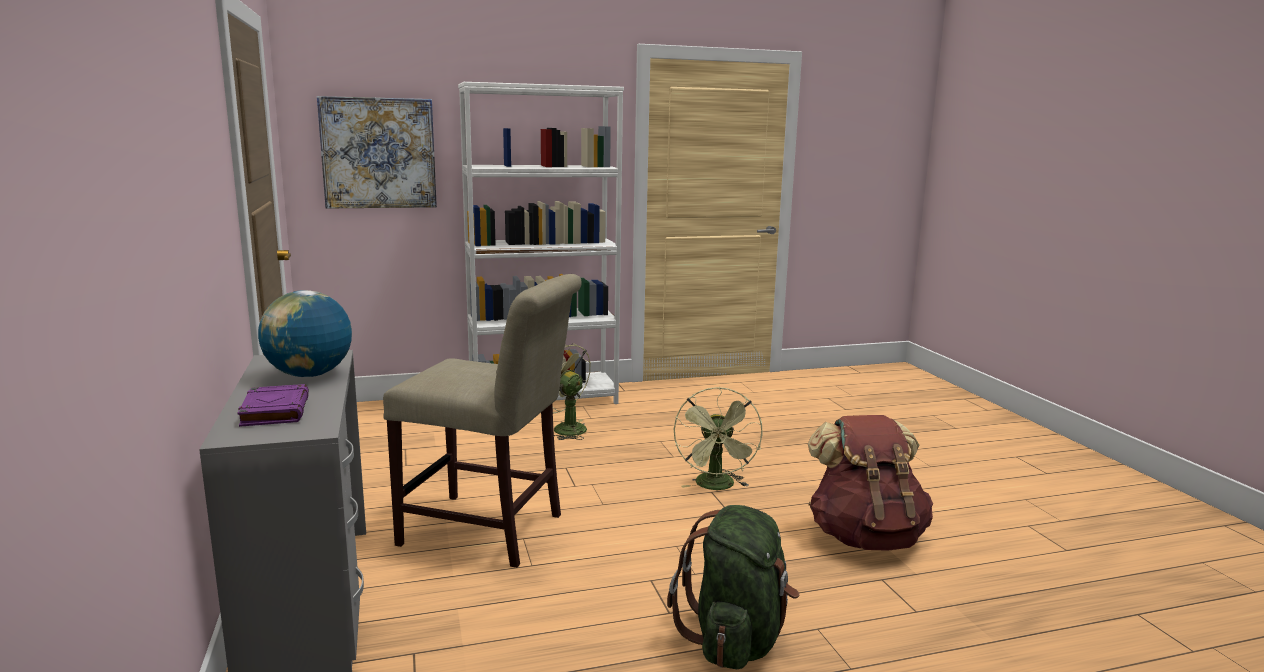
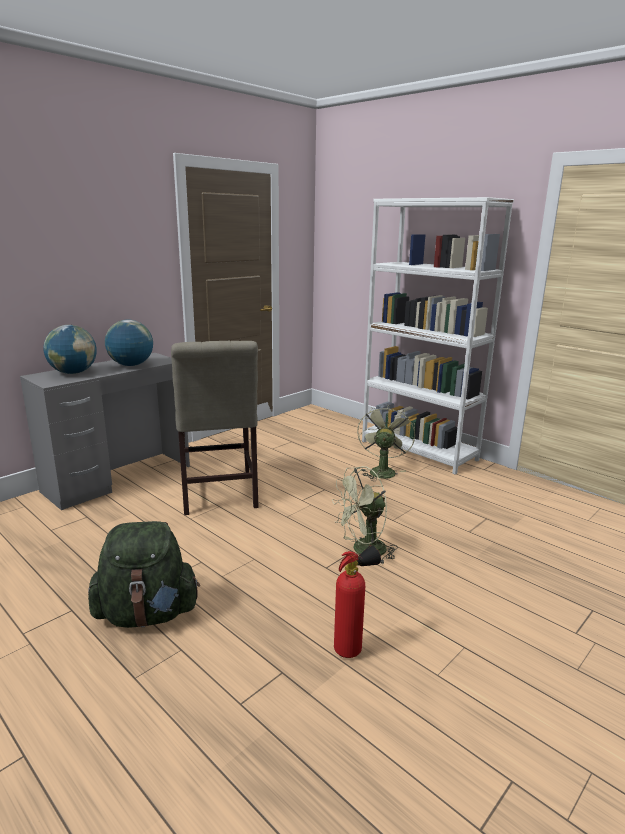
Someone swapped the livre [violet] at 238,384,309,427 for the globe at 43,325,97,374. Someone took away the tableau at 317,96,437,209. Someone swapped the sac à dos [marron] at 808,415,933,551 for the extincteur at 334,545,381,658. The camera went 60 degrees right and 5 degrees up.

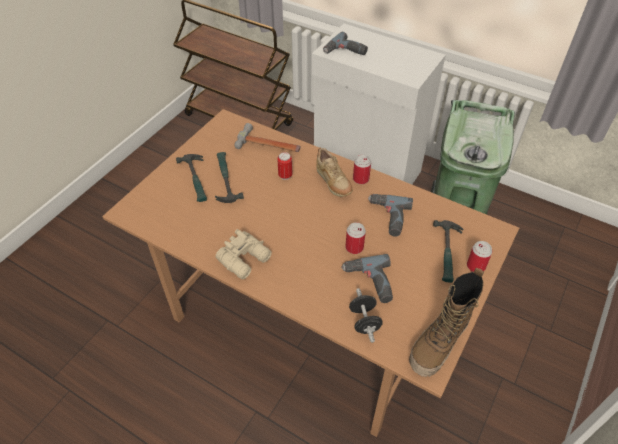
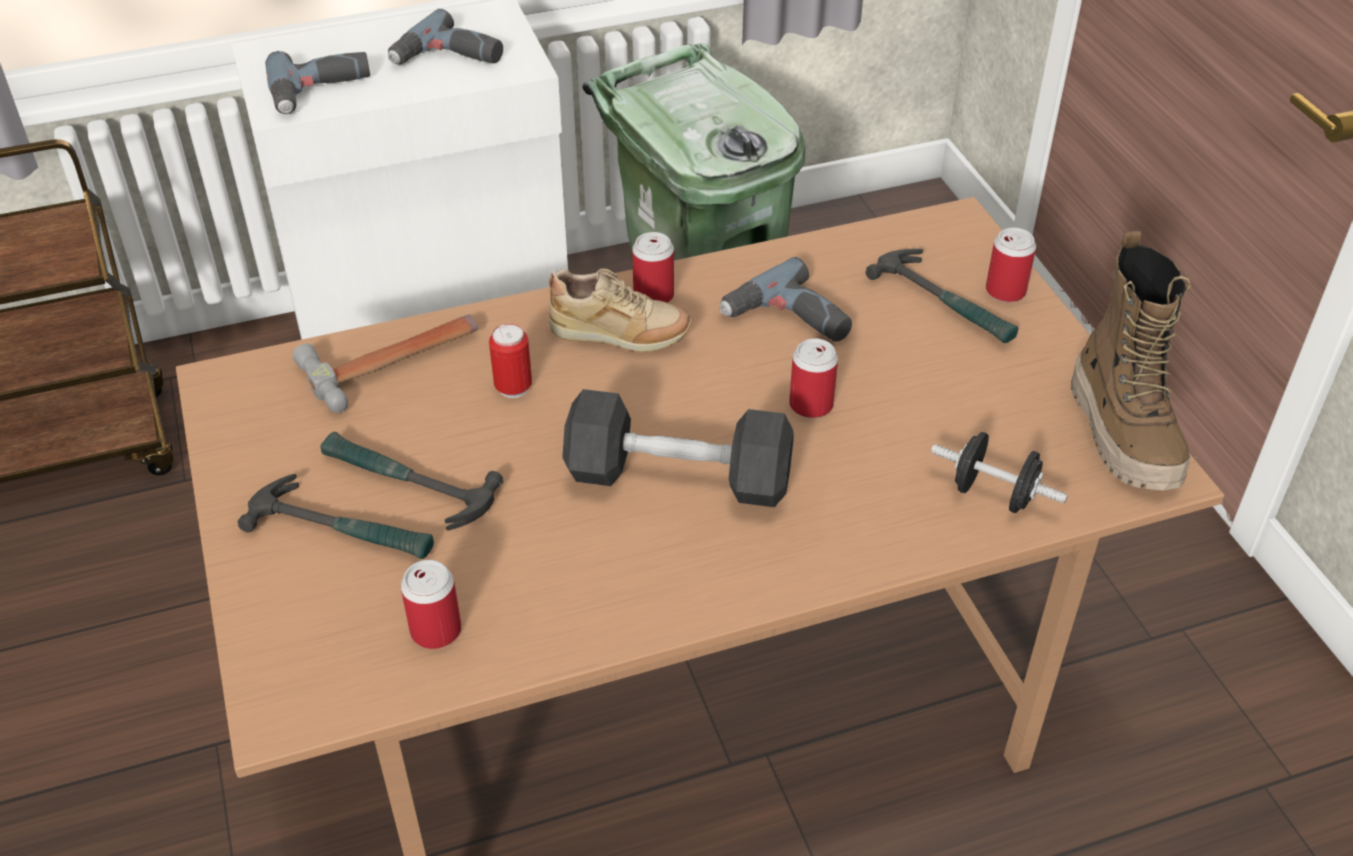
Someone took away the jumelles [beige] at 216,229,272,279. Someone carried the perceuse from 341,254,393,303 to 388,9,503,65. Someone put down the boîte métallique at 401,560,461,649. Someone put down the haltère [gris] at 562,389,794,507. The camera went 50 degrees left and 5 degrees down.

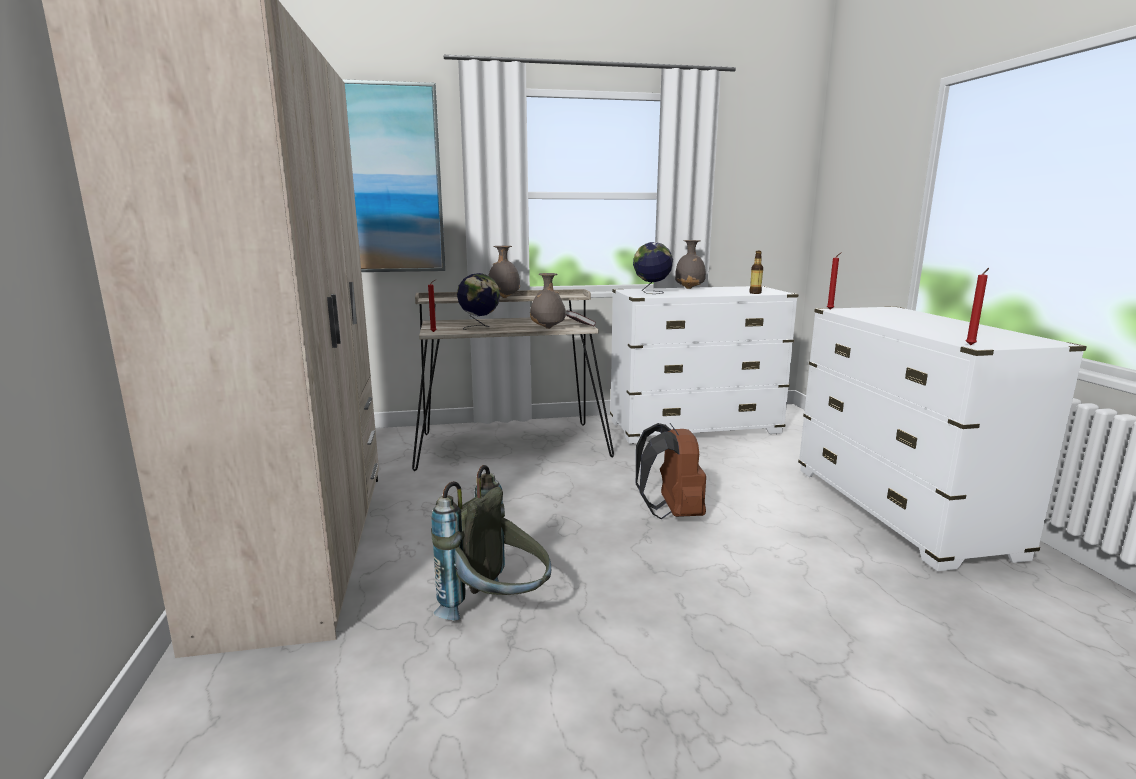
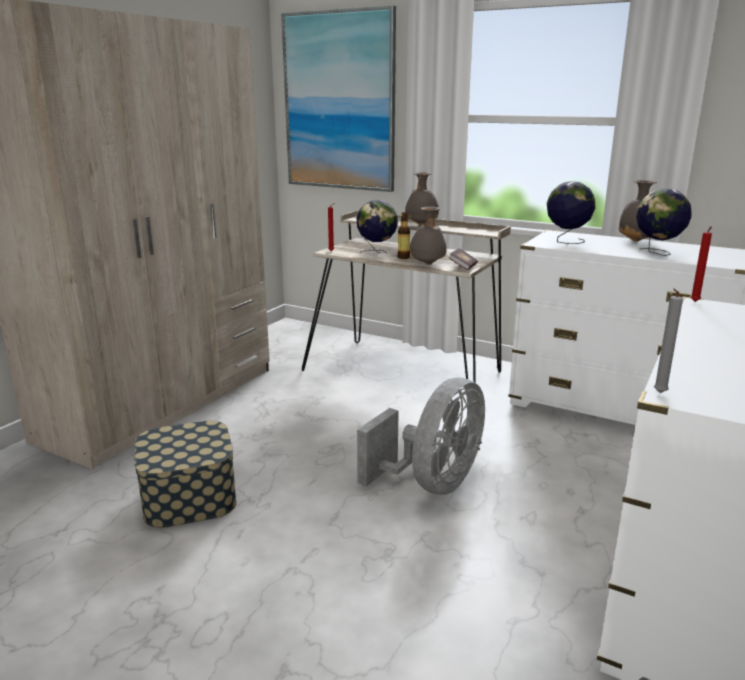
Someone swapped the sac à dos [gris] at 431,465,551,620 for the boîte de rangement at 134,421,237,528. Someone swapped the sac à dos [marron] at 636,423,706,519 for the ventilateur [gris] at 357,377,485,495. Someone carried the bouteille from 749,251,763,294 to 398,212,410,259. Someone repainted the bougie [rouge] at 966,268,989,346, which became the bougie [gris] at 654,289,683,393. Someone put down the globe at 636,189,692,256. The camera went 40 degrees right and 5 degrees up.

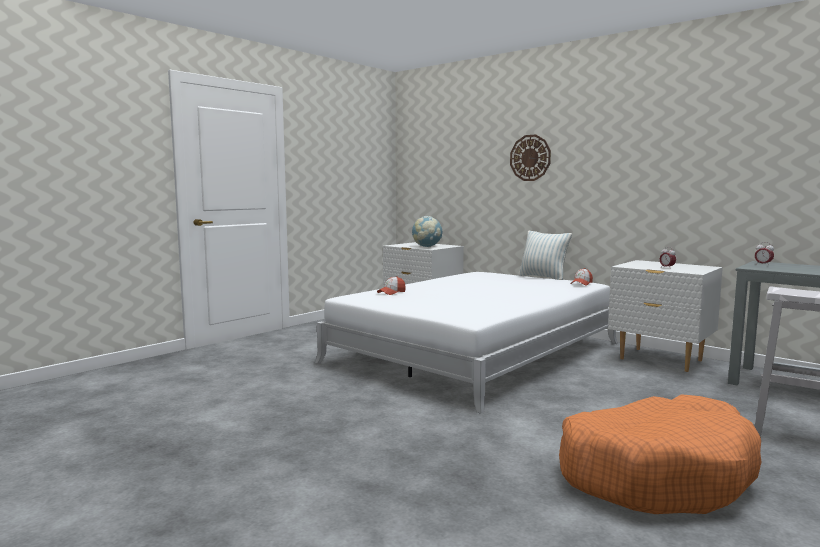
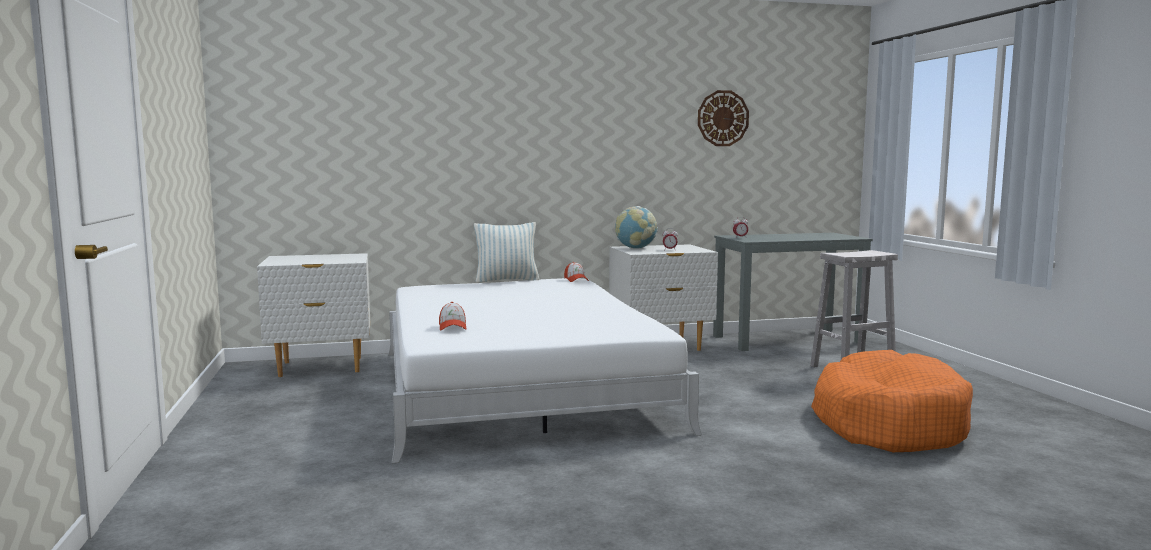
Someone carried the globe from 412,216,443,247 to 615,206,658,249. Someone carried the horloge murale from 510,135,551,181 to 698,90,749,146. The camera went 55 degrees left and 0 degrees up.

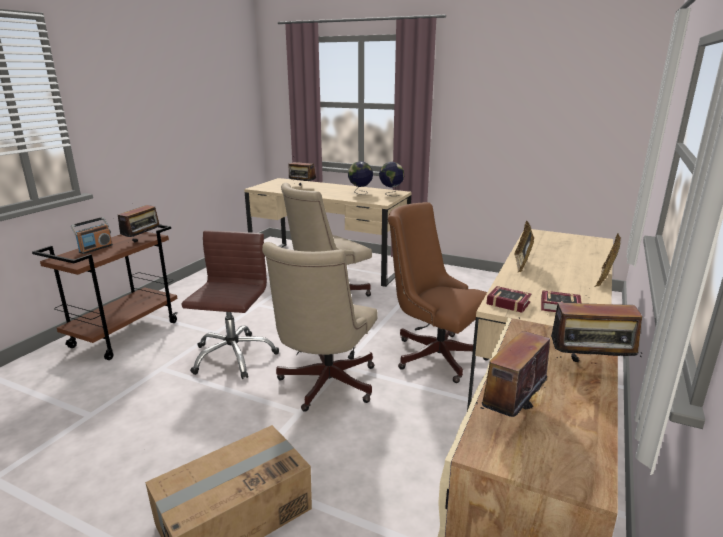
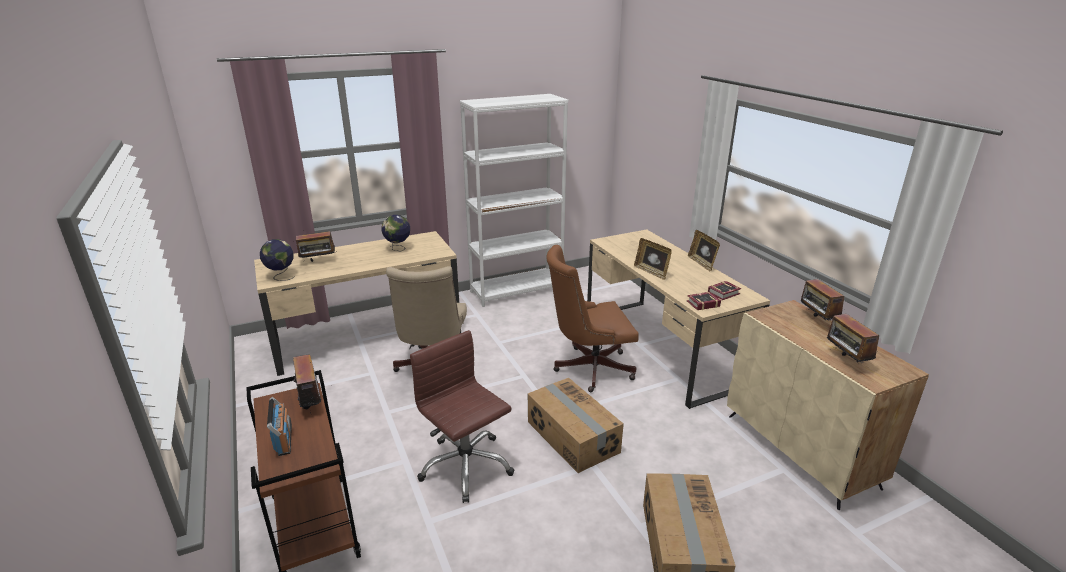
Someone swapped the chaise de bureau [beige] at 262,242,378,412 for the carton at 528,378,624,473. Someone carried the globe from 379,162,404,196 to 260,239,295,281. Someone rotated the radio at 551,296,643,362 by 120 degrees clockwise. Someone put down the bibliothèque [blanc] at 460,94,568,307. The camera went 50 degrees left and 5 degrees up.

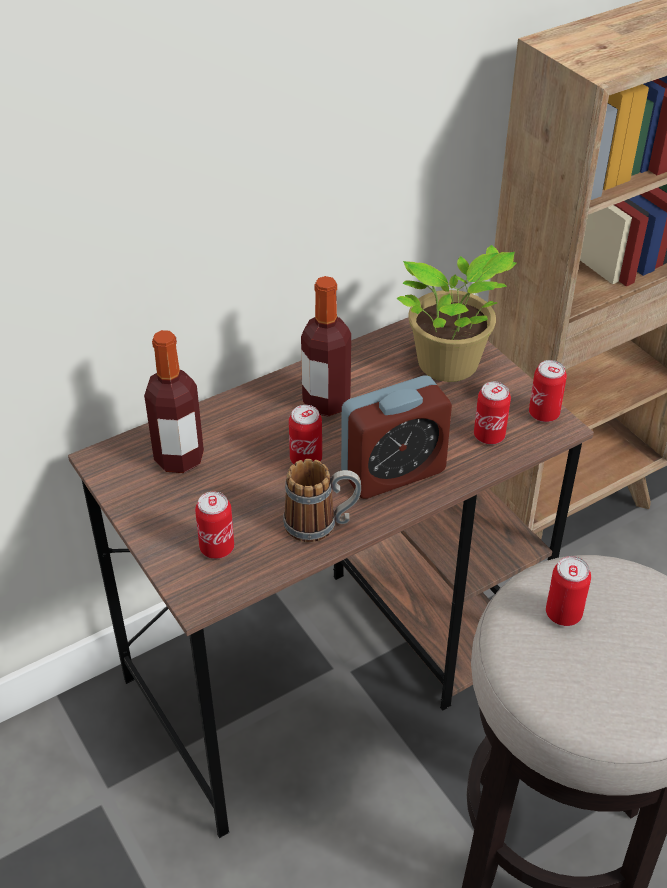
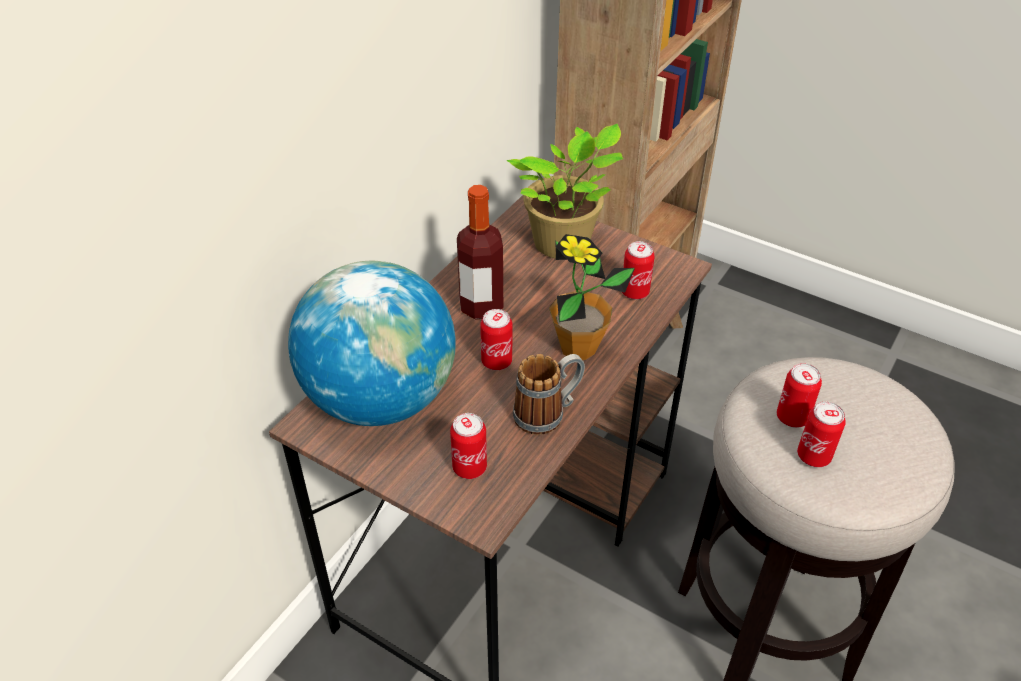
Someone swapped the bouteille at 144,330,204,473 for the globe at 288,261,456,426. Someone swapped the réveil at 341,375,452,499 for the plante en pot at 549,234,635,360. Someone carried the boîte métallique from 529,360,567,422 to 797,402,846,467. The camera went 25 degrees left and 0 degrees up.

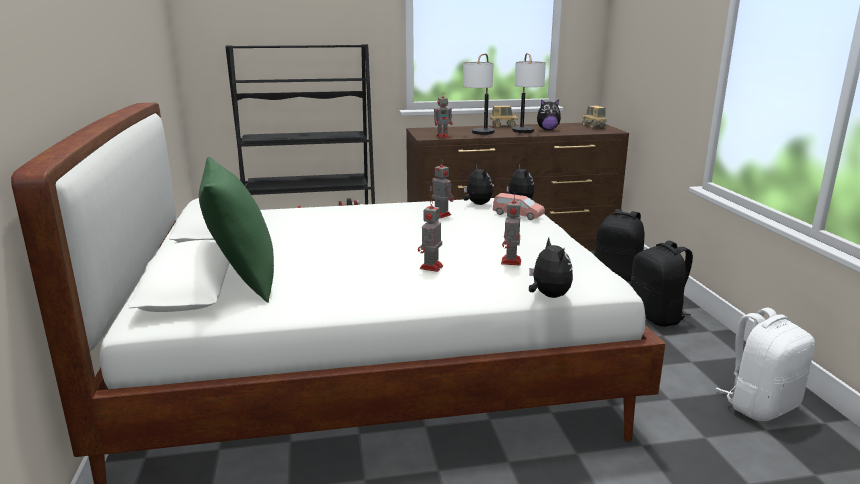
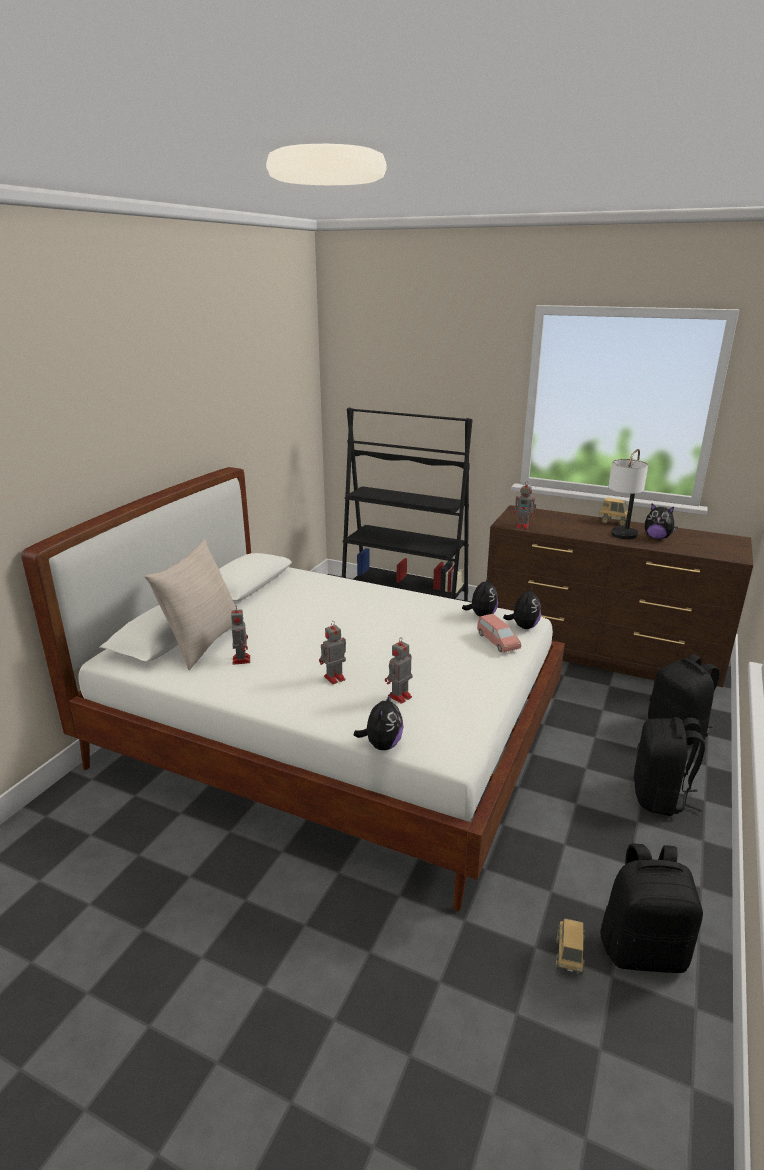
Someone repainted the coussin [vert] at 199,157,274,303, which became the coussin [beige] at 144,539,236,670. Someone carried the robot jouet from 430,161,454,218 to 231,606,250,665. Someone took away the lampe de table at 463,53,495,135. Someone carried the camion jouet from 582,106,607,128 to 556,918,586,975. Someone repainted the sac à dos [blanc] at 716,308,815,421, which became the sac à dos [noir] at 600,844,703,973. The camera went 35 degrees right and 5 degrees up.

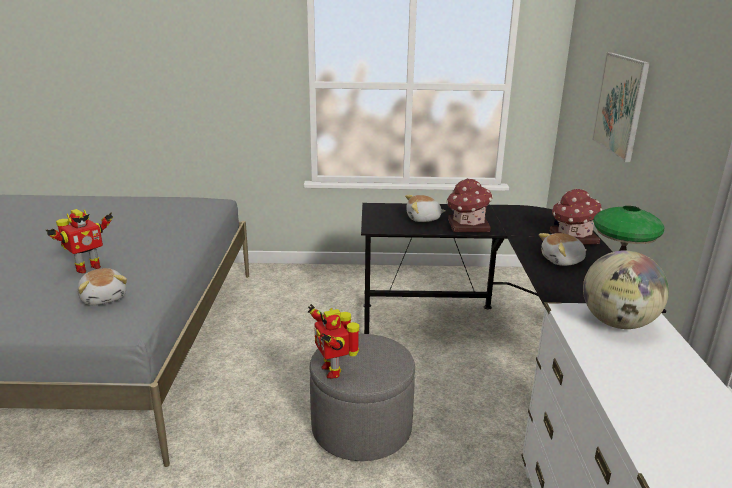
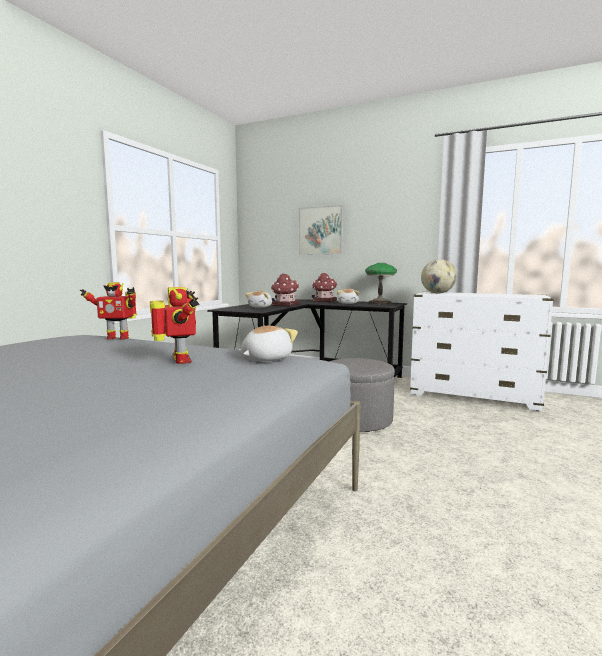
Someone rotated the peluche at 78,268,127,305 by 45 degrees counterclockwise. Someone carried the robot jouet from 307,304,359,379 to 80,282,137,340. The camera went 65 degrees left and 15 degrees down.

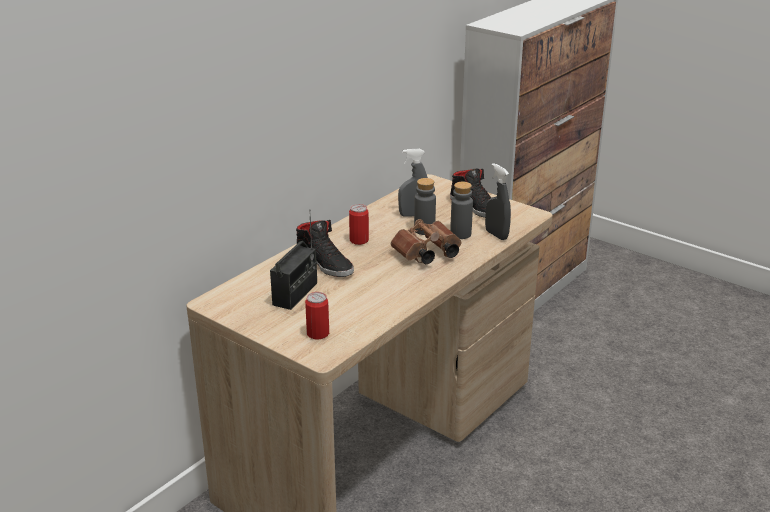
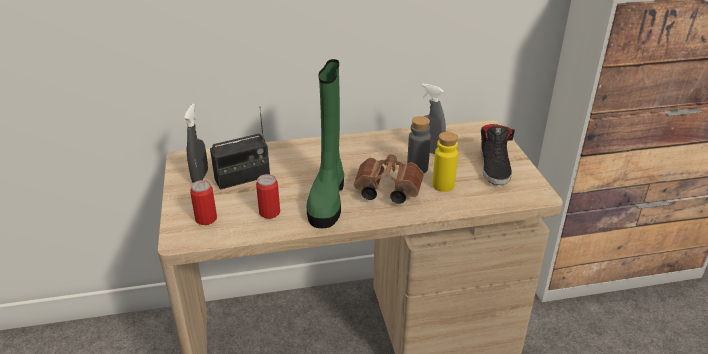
Someone took away the chaussure [noir] at 296,220,354,277. Someone carried the boîte métallique from 349,204,369,245 to 256,174,280,219. Someone repainted the bouteille [gris] at 450,182,473,239, which became the bouteille [jaune] at 432,132,458,192. Someone carried the vaporisateur [gris] from 485,163,511,240 to 184,104,208,183. Someone put down the botte [vert] at 306,59,344,228. The camera went 40 degrees right and 5 degrees up.

